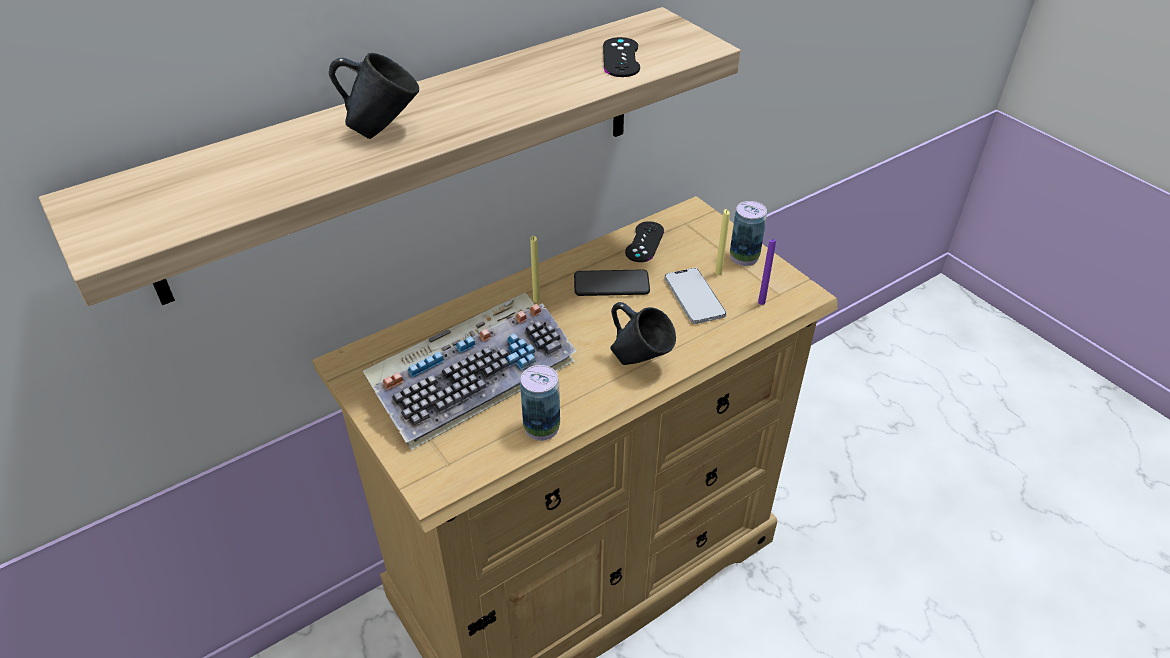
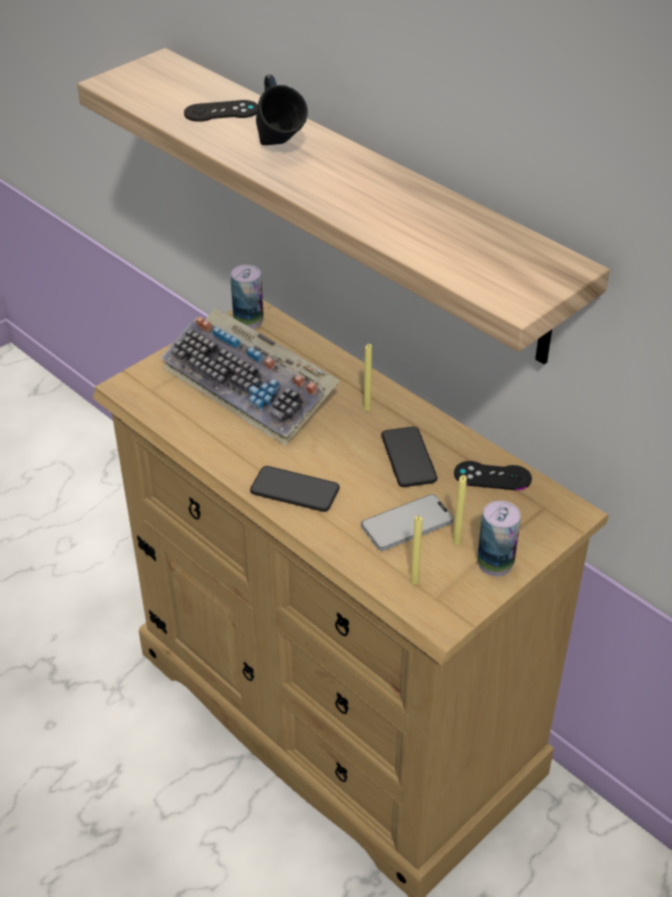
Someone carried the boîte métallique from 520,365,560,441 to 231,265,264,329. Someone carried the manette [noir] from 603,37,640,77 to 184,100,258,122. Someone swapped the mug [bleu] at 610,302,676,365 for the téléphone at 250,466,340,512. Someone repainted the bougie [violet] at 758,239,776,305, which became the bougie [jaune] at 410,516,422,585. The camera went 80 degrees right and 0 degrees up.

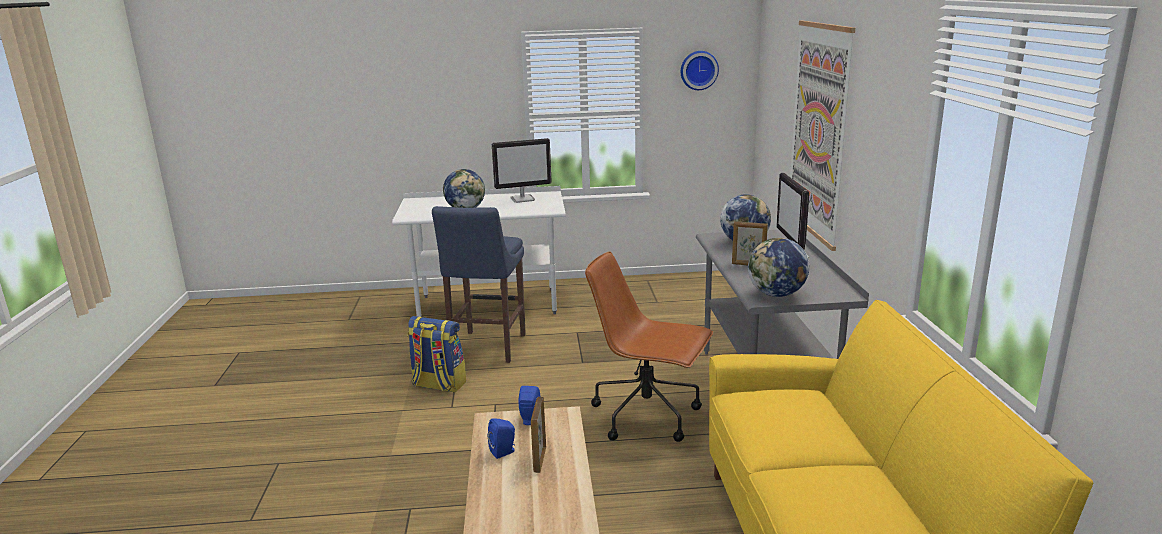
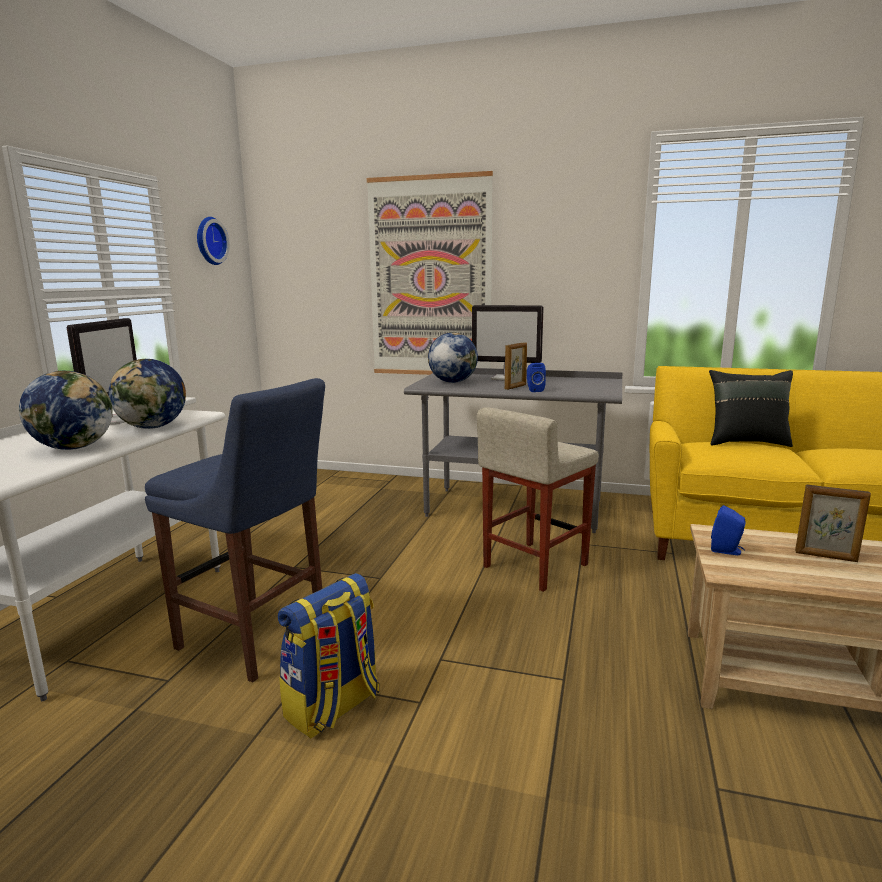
Someone carried the enceinte [bleu] from 488,418,515,459 to 527,363,546,392. Someone swapped the chaise de bureau [marron] at 585,251,713,442 for the tabouret [beige] at 477,407,599,592. Someone carried the globe from 748,238,809,297 to 109,359,186,429. Someone put down the coussin [noir] at 709,370,793,447. The camera went 70 degrees left and 5 degrees down.

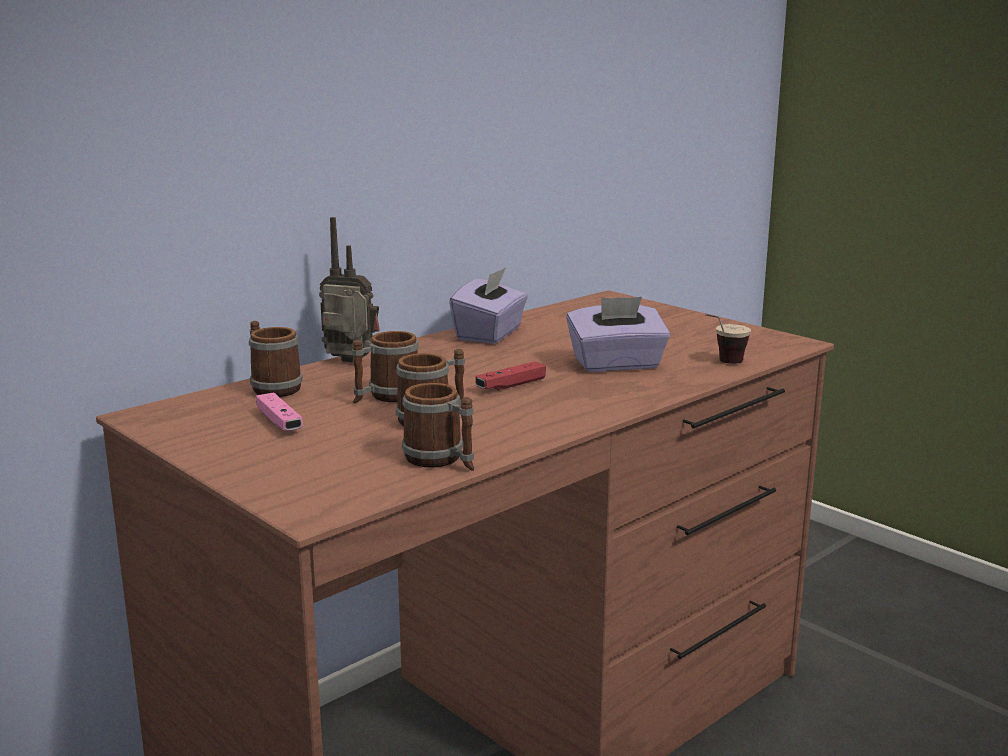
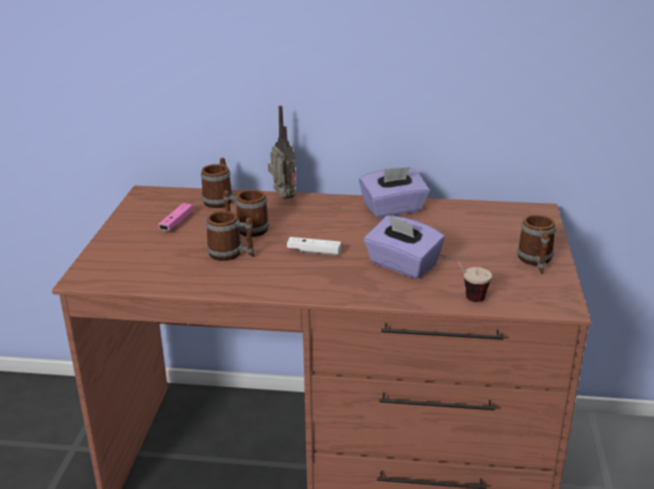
Someone carried the mug from 402,383,474,471 to 517,215,556,274. Someone repainted the manette [rouge] at 475,361,546,390, which became the manette [blanc] at 287,237,341,255. The camera went 50 degrees right and 10 degrees up.

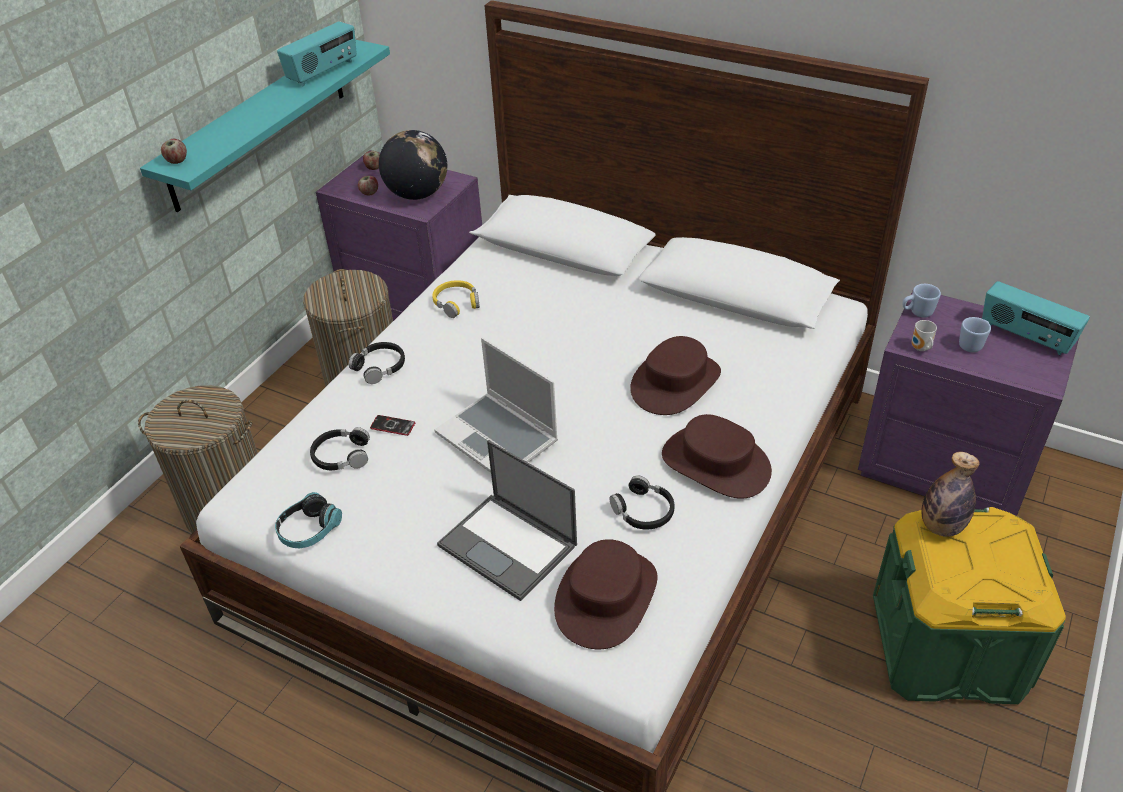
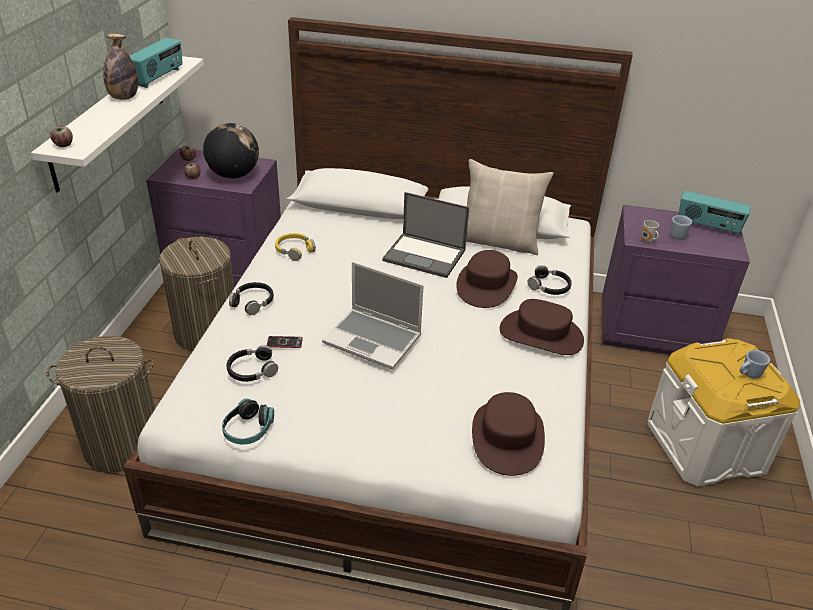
Someone repainted the étagère [turquoise] at 140,40,390,212, which became the étagère [blanc] at 31,56,204,193. Someone carried the ordinateur portable from 437,440,577,601 to 382,192,469,278. Someone carried the casque audio [noir] from 610,475,674,529 to 528,265,572,295. Someone repainted the boîte de rangement [vert] at 873,507,1066,704, which became the boîte de rangement [blanc] at 647,338,800,486. Someone carried the mug [bleu] from 902,284,941,317 to 740,350,770,379. Someone carried the bouteille from 921,452,979,537 to 103,34,138,100. Someone put down the coussin [beige] at 466,159,553,255. The camera went 20 degrees left and 5 degrees down.

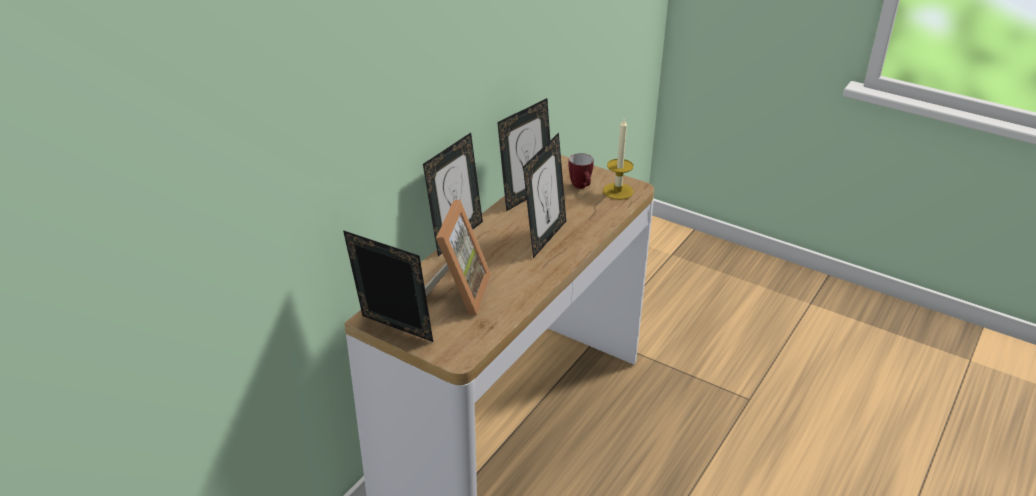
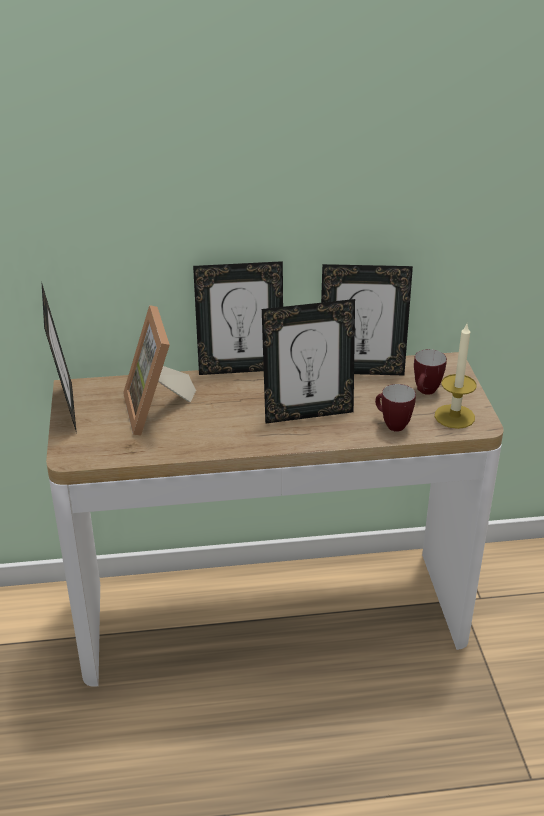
Someone rotated the cadre photo at 425,200,491,316 by 105 degrees clockwise. Someone put down the mug at 375,384,416,432. The camera went 50 degrees right and 0 degrees up.

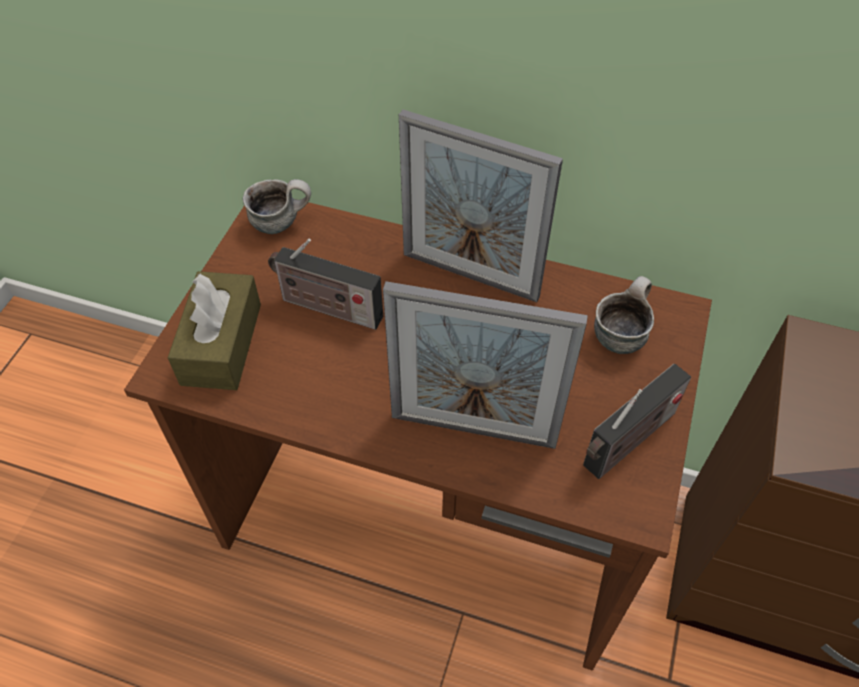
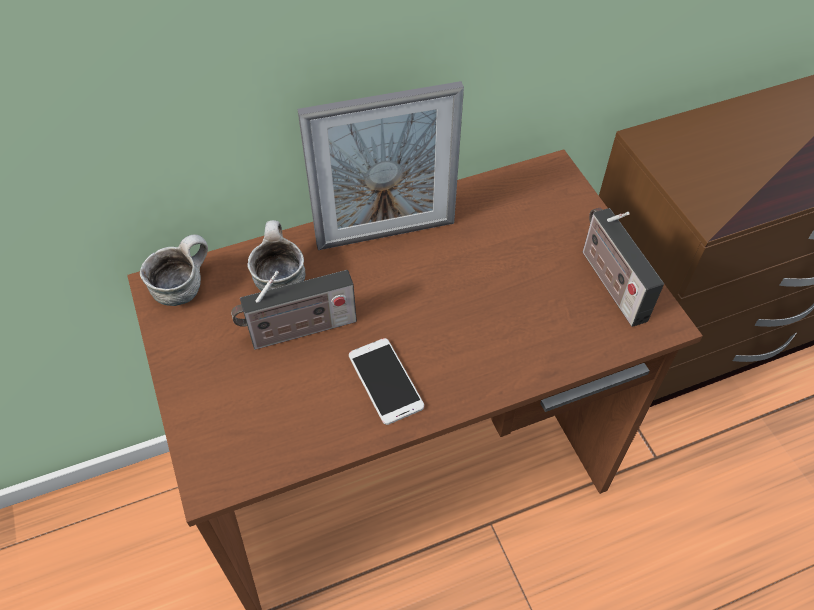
Someone took away the boîte à mouchoirs [marron] at 168,271,261,390. Someone took away the cadre photo at 383,281,588,449. Someone rotated the radio at 583,364,691,479 by 150 degrees clockwise. Someone carried the mug from 594,276,654,354 to 247,220,305,292. Someone put down the téléphone at 349,338,424,425. The camera went 40 degrees left and 0 degrees up.

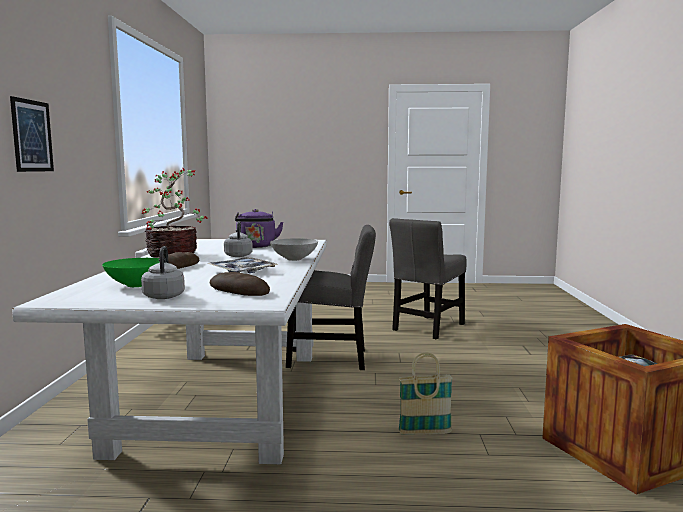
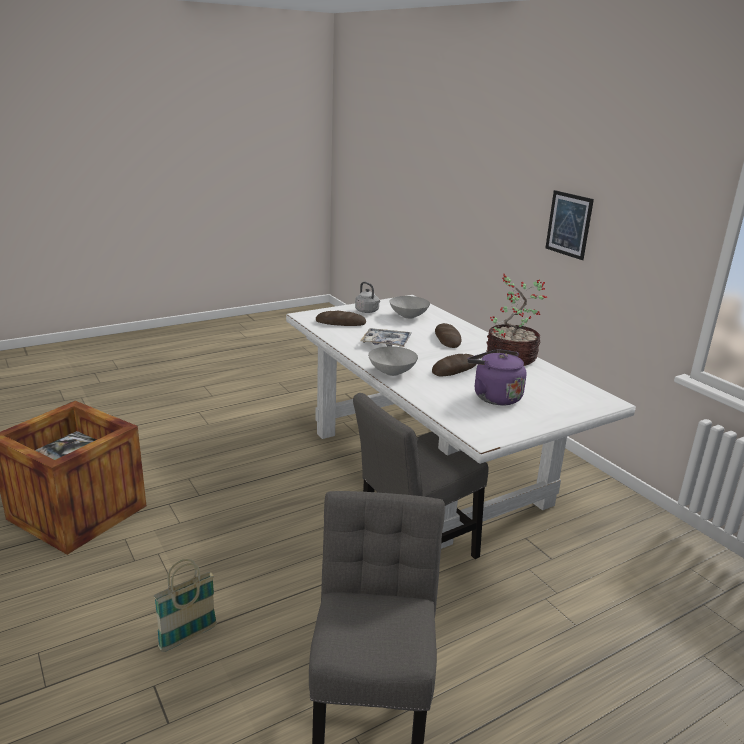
Someone repainted the bol [vert] at 102,258,160,287, which became the bol [gris] at 390,296,430,319. Someone swapped the bouilloire [gris] at 224,221,253,257 for the pain at 432,354,477,376. Someone carried the panier from 398,352,453,435 to 154,559,217,652. The camera went 145 degrees right and 15 degrees up.

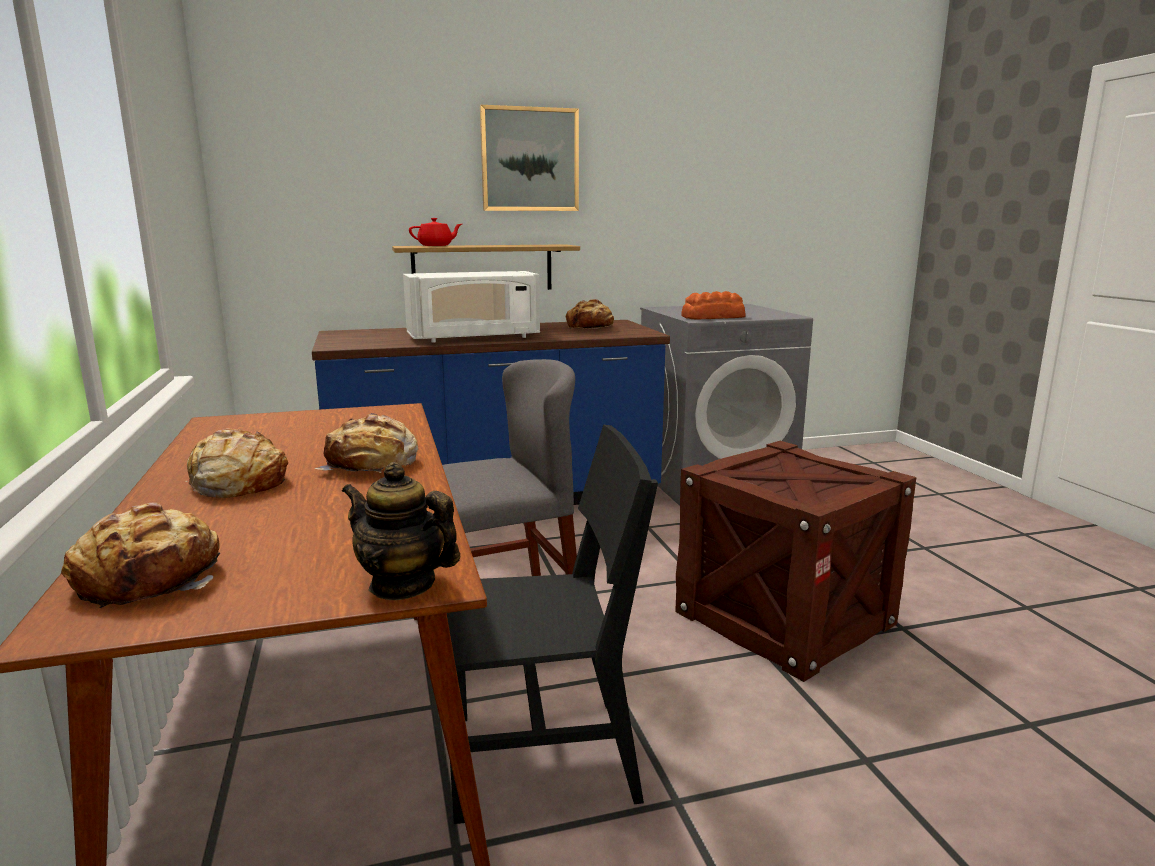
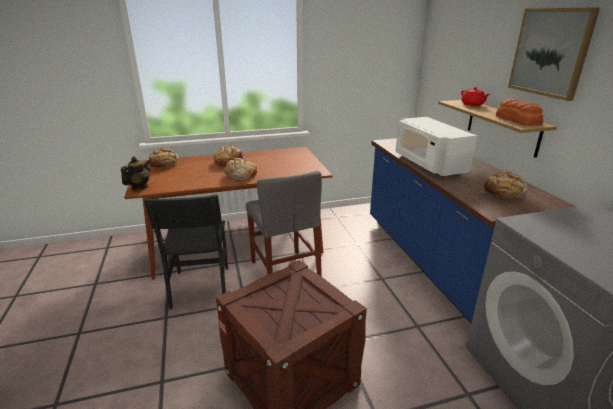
Someone carried the pain from 681,291,746,319 to 496,99,543,126. The camera went 90 degrees right and 10 degrees up.

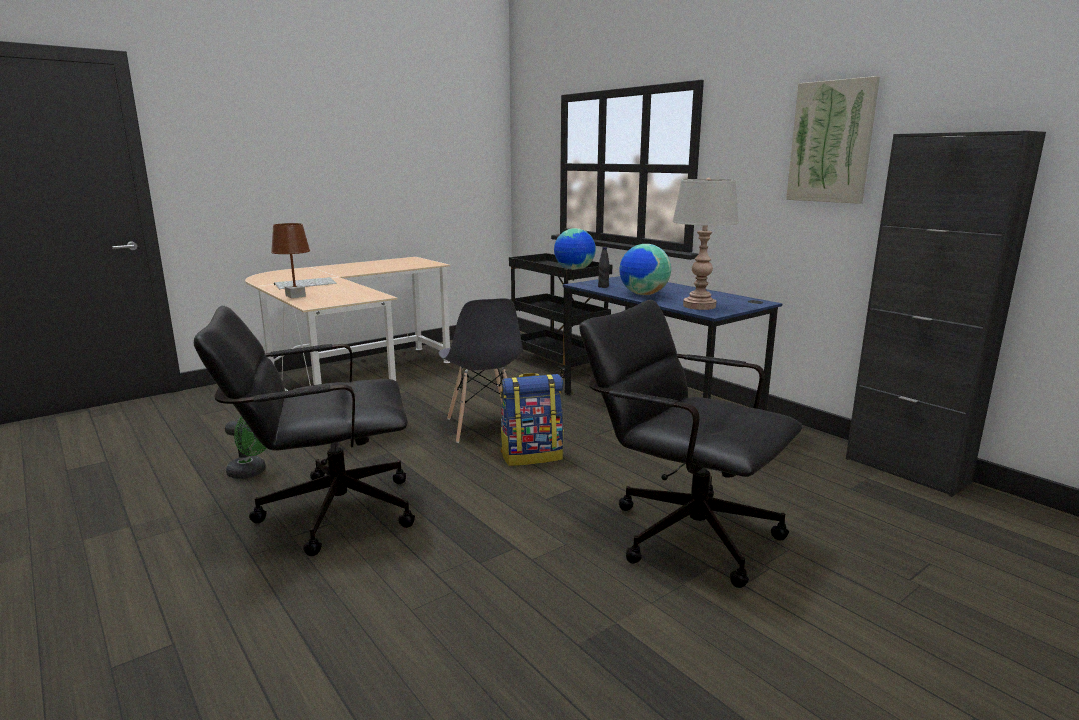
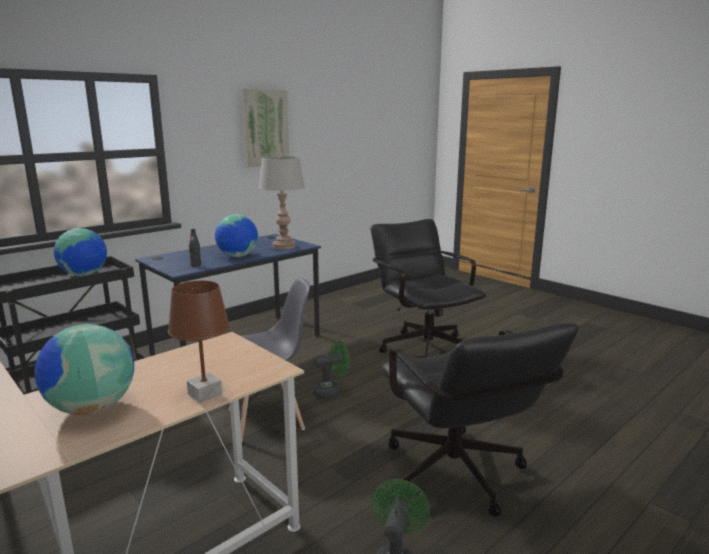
Someone swapped the clavier at 274,277,337,289 for the globe at 35,324,134,415. Someone swapped the sac à dos at 500,373,564,466 for the ventilateur [vert] at 313,340,350,399. Someone rotated the chaise de bureau [noir] at 579,300,803,588 by 120 degrees clockwise. Someone took away the meuble de rangement [noir] at 846,131,1046,497. The camera went 95 degrees left and 0 degrees up.

